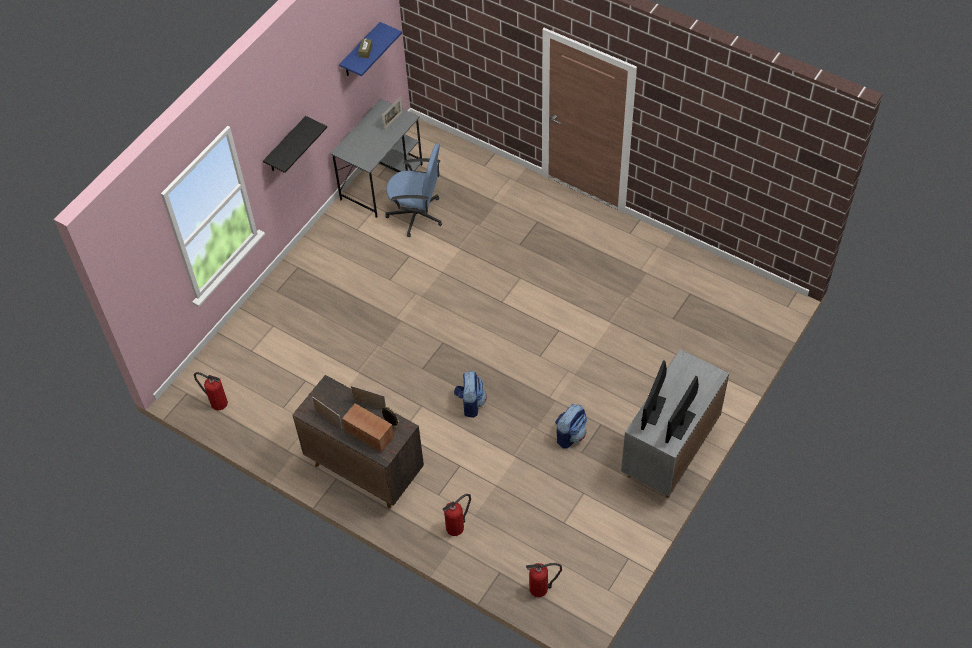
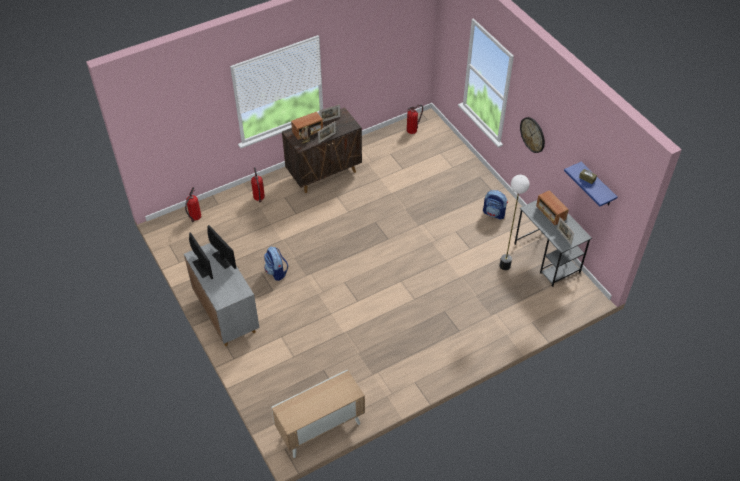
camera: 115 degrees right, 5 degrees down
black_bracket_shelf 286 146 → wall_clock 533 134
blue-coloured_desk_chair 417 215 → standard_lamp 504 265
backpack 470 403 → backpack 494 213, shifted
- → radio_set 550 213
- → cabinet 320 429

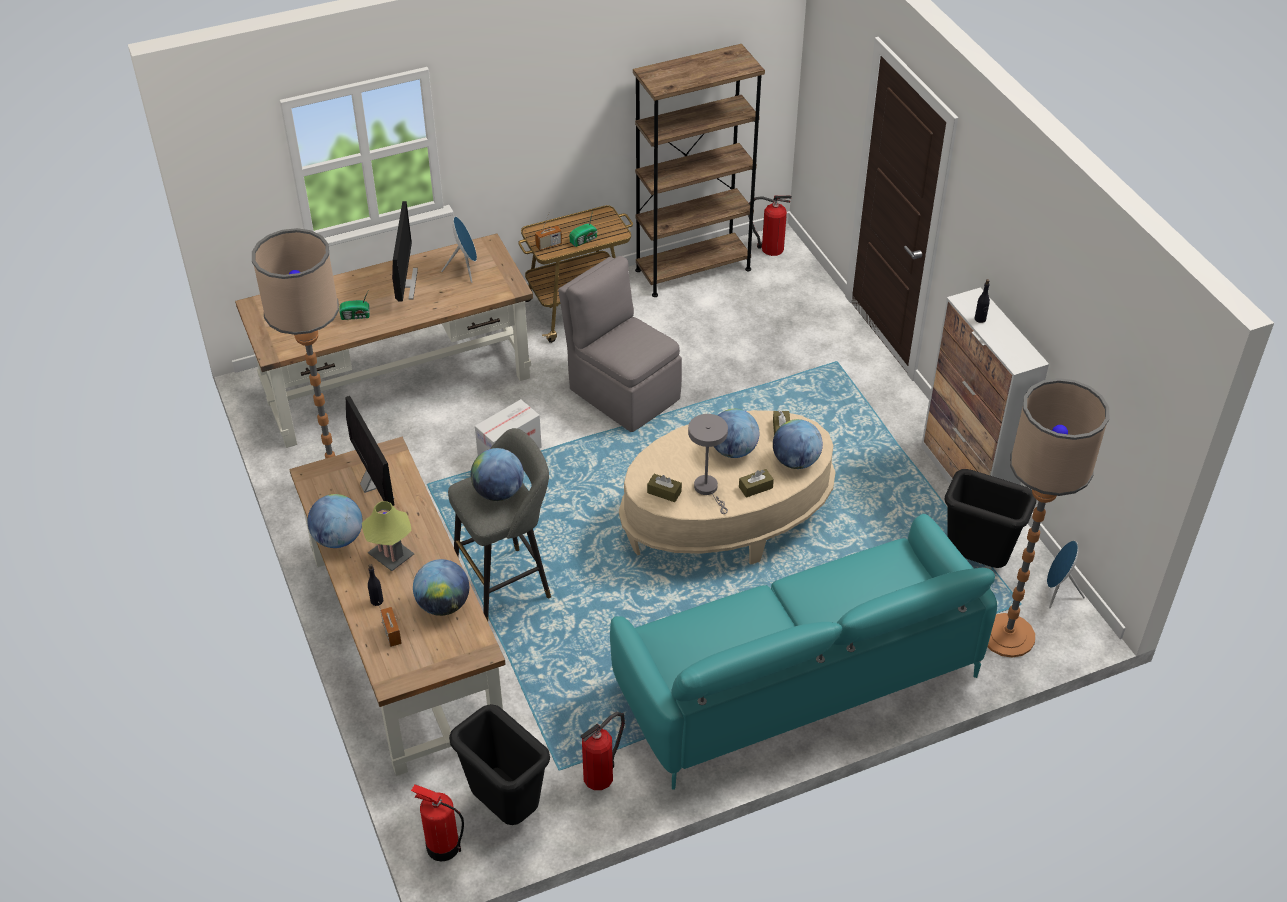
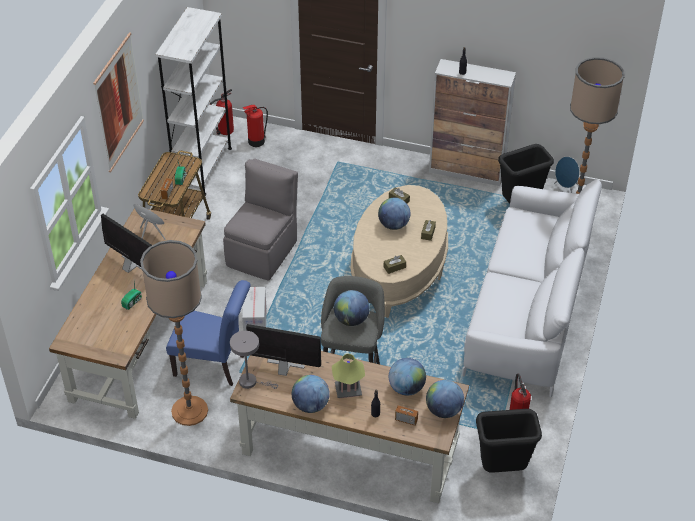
camera: 50 degrees left, 0 degrees up
brownish_shelving_unit 693 270 → white_shelving_unit 203 168
grey_chair 622 392 → grey_chair 263 252, 120 degrees clockwise
grey_lamp_for_a_table 708 489 → grey_lamp_for_a_table 251 382, shifted
world_globe 795 461 → world_globe 443 410, shifted
turquoise-coloured_couch 796 679 → white_couch 528 310
fire_extinguisher 442 846 → fire_extinguisher 256 141, shifted
- → wall_picture 118 102
- → blue-coloured_chair 214 366

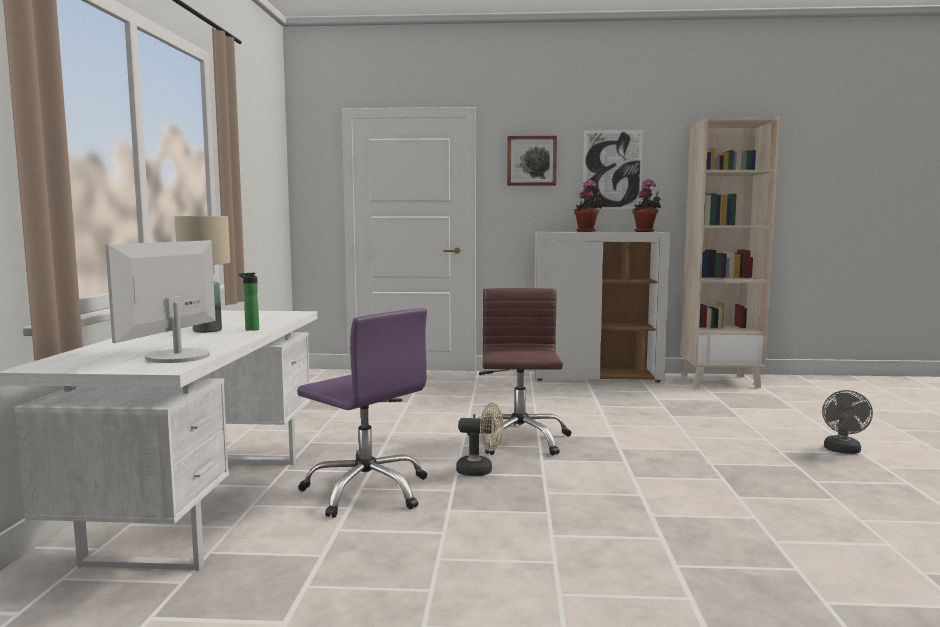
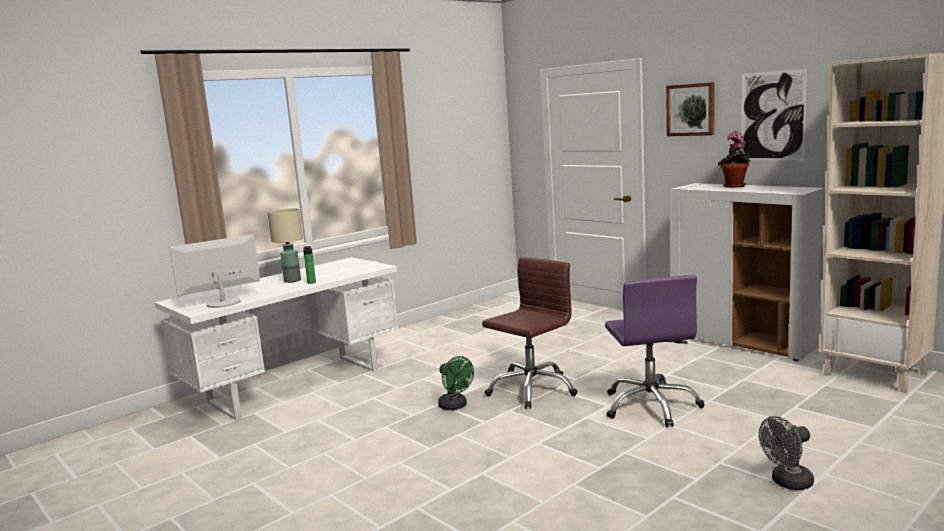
camera: 45 degrees right, 5 degrees up
potted_plant 645 231 → -
purple_desk_chair 367 491 → purple_desk_chair 651 406, shifted
beige-coloured_fan 480 471 → green-coloured_fan 455 406

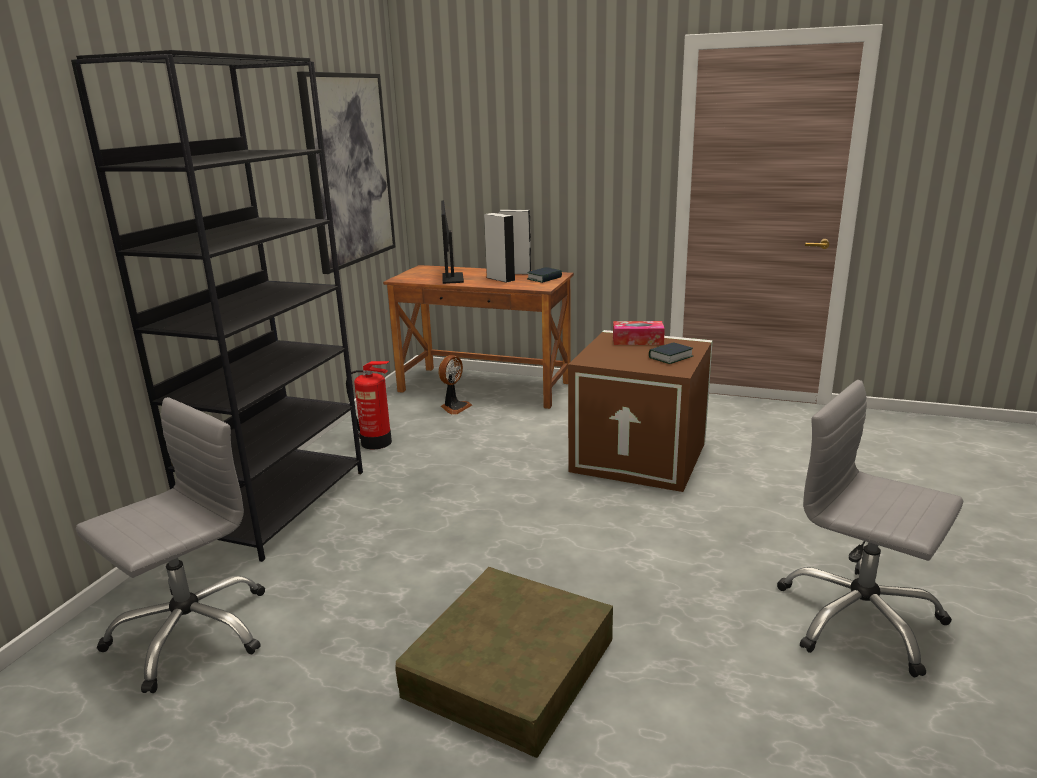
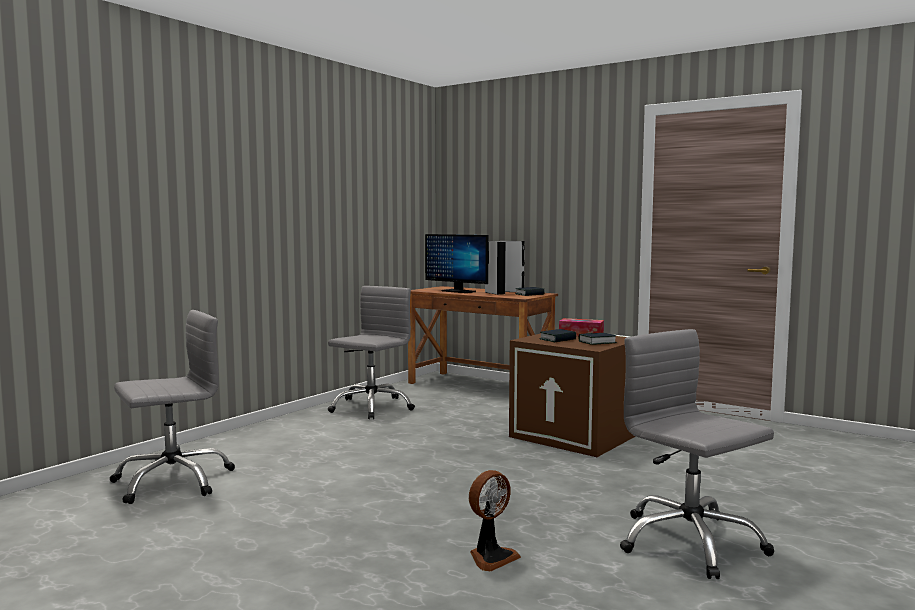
camera: 15 degrees right, 15 degrees down
black_shelving_unit 280 505 → -
wall_picture 349 170 → -
computer_display 452 278 → computer_display 458 291, 60 degrees counterclockwise
fan 454 407 → fan 491 557, shifted
fire_extinguisher 377 442 → grey_desk_chair 371 407
brownish_storage_container 510 667 → -
- → bound_book 557 339

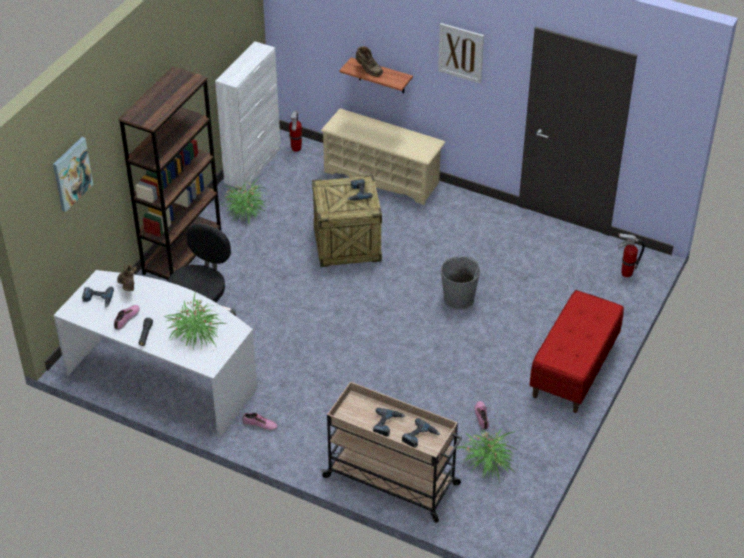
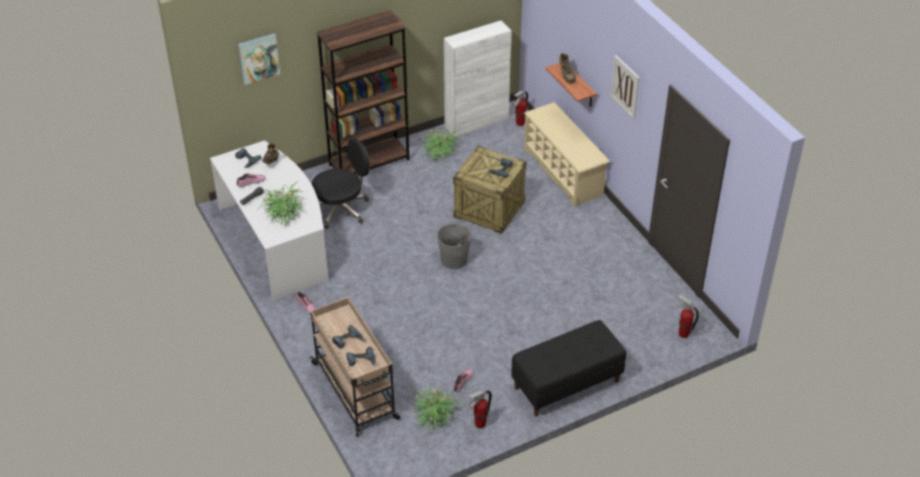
camera: 35 degrees right, 0 degrees up
grey_water_bucket 459 298 → grey_water_bucket 454 260, shifted
reddish_long_seat 574 369 → black_long_seat 566 384
- → fire_extinguisher 479 424

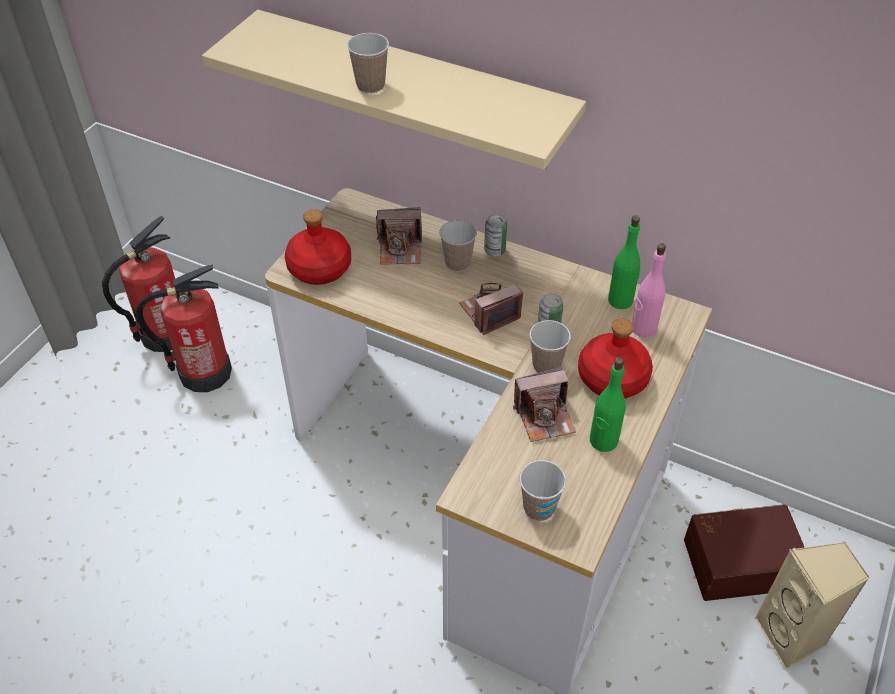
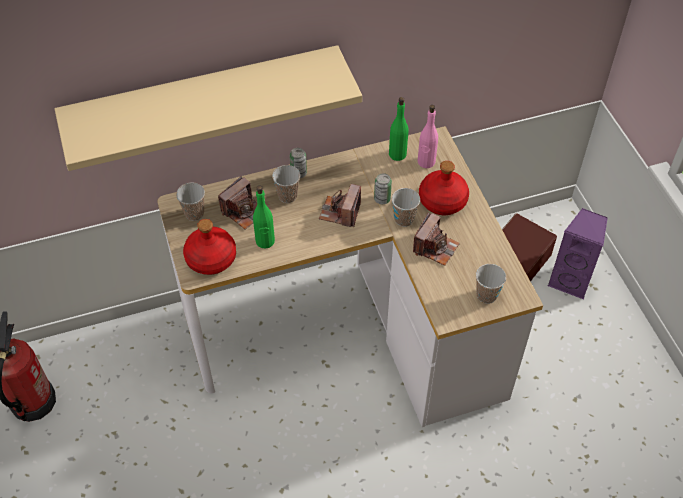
camera: 45 degrees left, 5 degrees up
cup 370 85 → cup 194 214, shifted
fire_extinguisher 204 372 → -
green-coloured_drink_bottle 603 441 → green-coloured_drink_bottle 265 241, shifted
beige-coloured_speaker 792 637 → purple_speaker 571 281

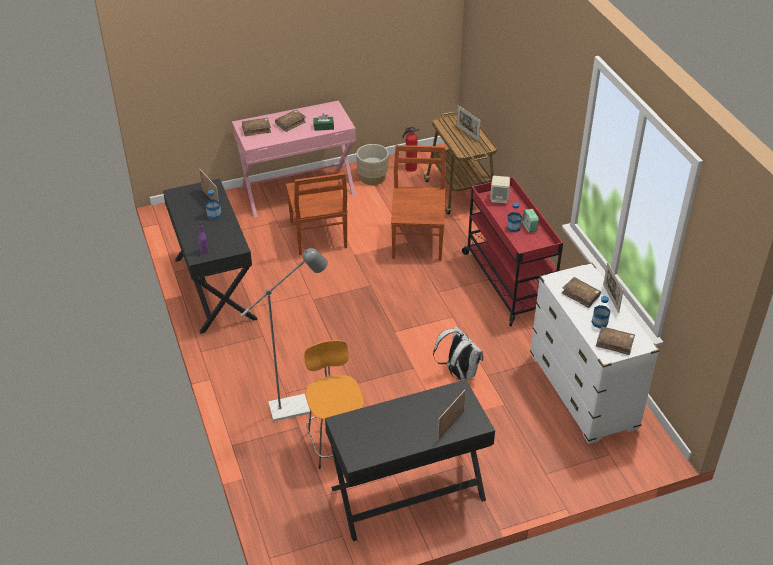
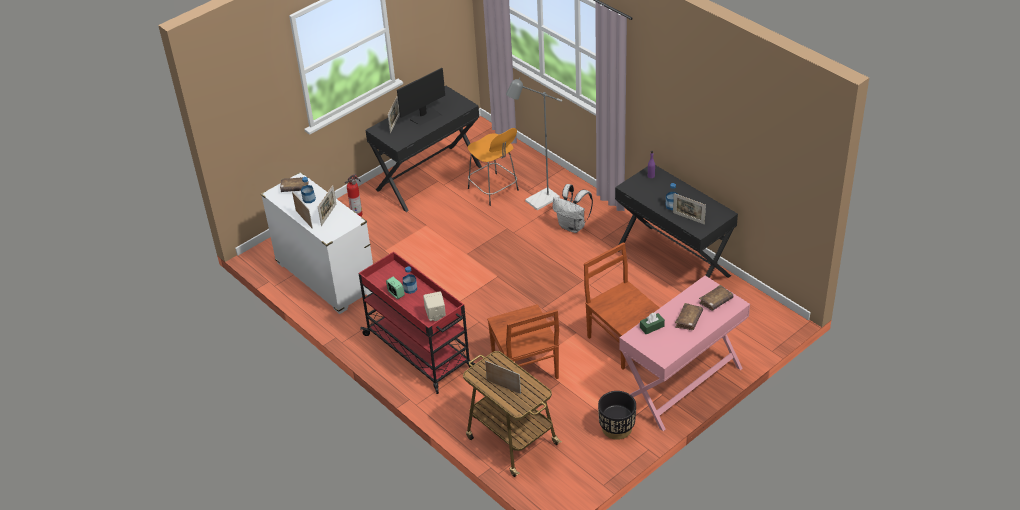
camera: 160 degrees right, 0 degrees up
fire_extinguisher 410 168 → fire_extinguisher 357 214, shifted
beige-coloured_flower_pot 372 177 → black_flower_pot 616 428
brownish_bound_book 580 295 → picture_frame 328 215
white_backpack 458 373 → white_backpack 573 226, shifted
- → computer_display 426 117

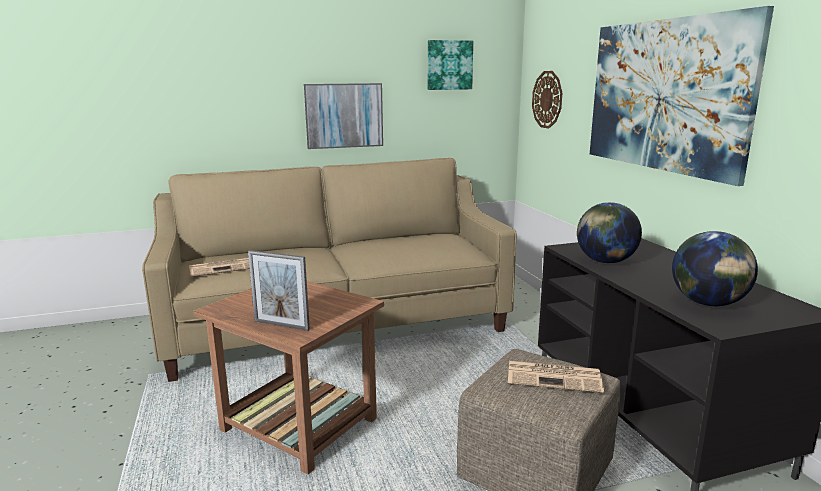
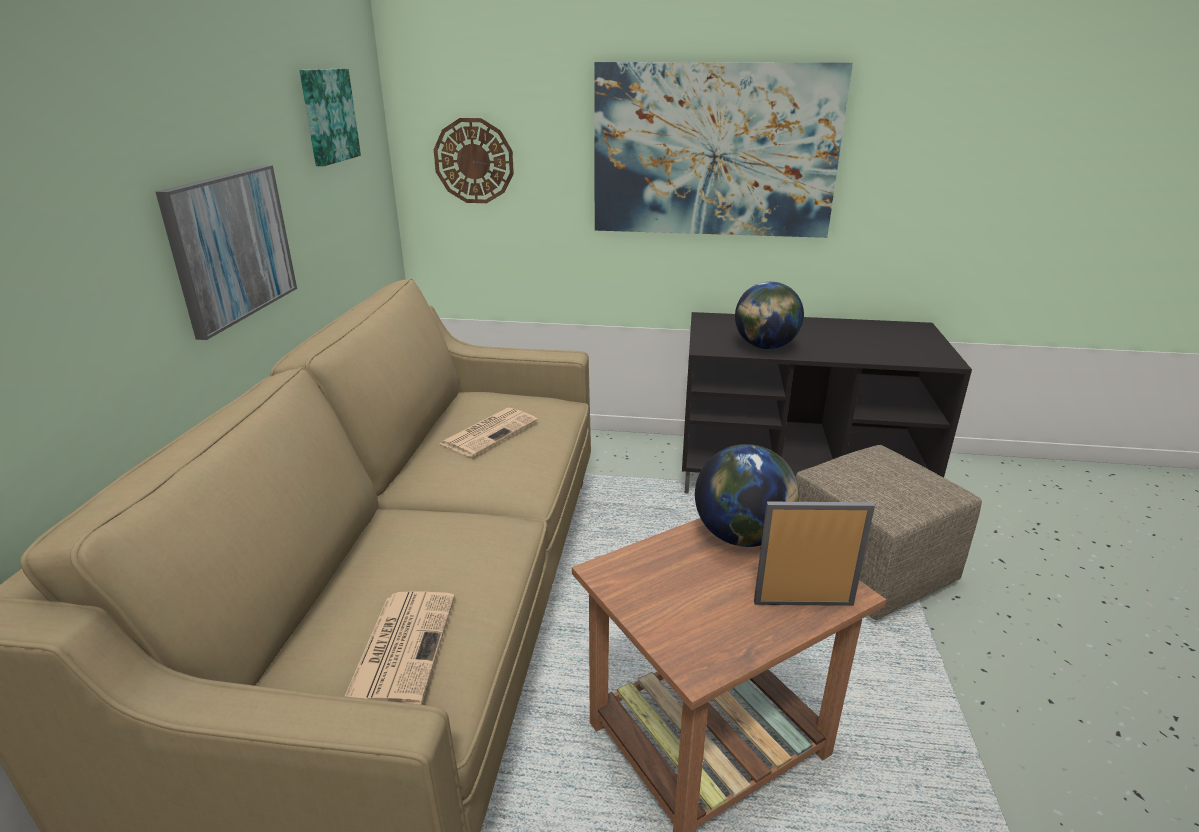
camera: 65 degrees left, 10 degrees up
world_globe 708 303 → world_globe 742 536, shifted
picture_frame 281 325 → picture_frame 803 603, 135 degrees counterclockwise
newspaper 555 377 → newspaper 490 432, shifted

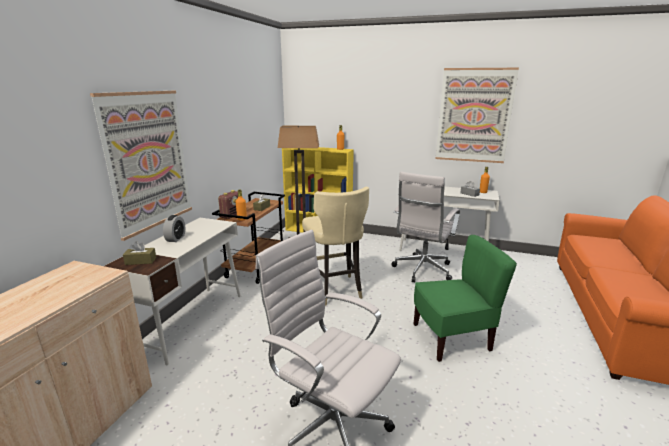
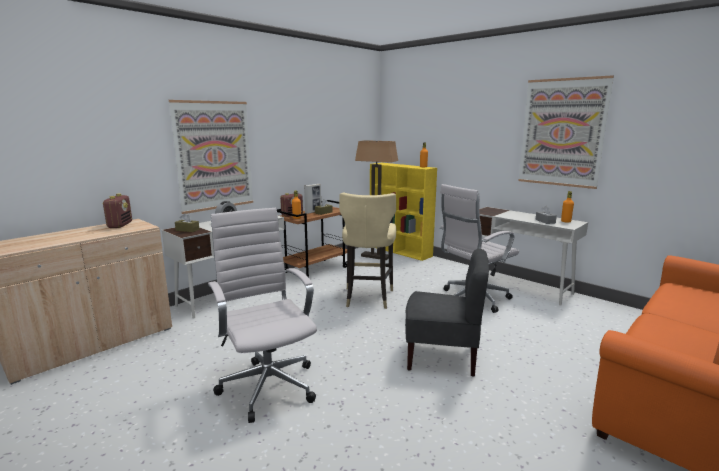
camera: 25 degrees right, 5 degrees down
green-coloured_chair 452 338 → grey_chair 442 357
- → picture_frame 313 212
- → radio_set 120 225

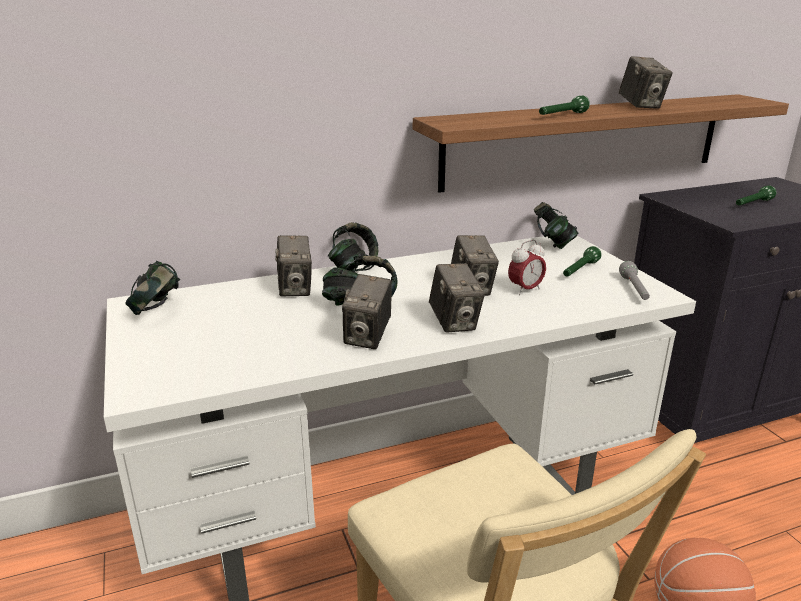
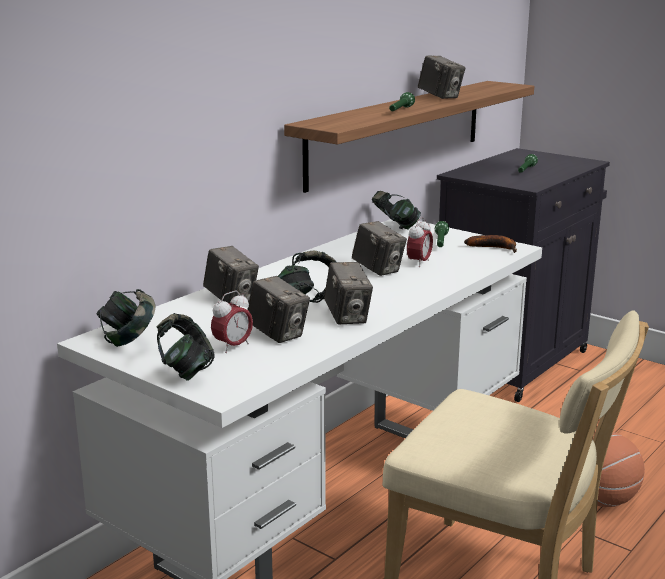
camera: 30 degrees left, 5 degrees down
pair_of_headphones 353 269 → pair_of_headphones 186 371, shifted
grey_flashlight 634 290 → banana 495 248
photo_camera 454 323 → photo_camera 278 334, shifted
- → alarm_clock 233 347

